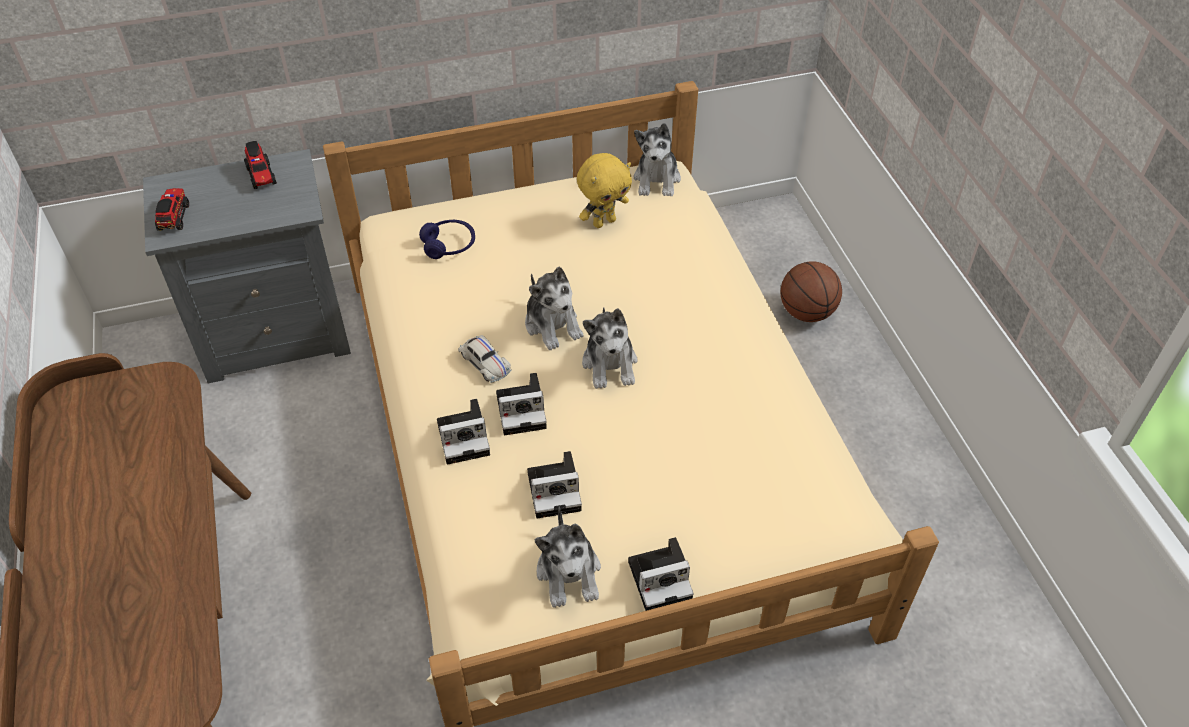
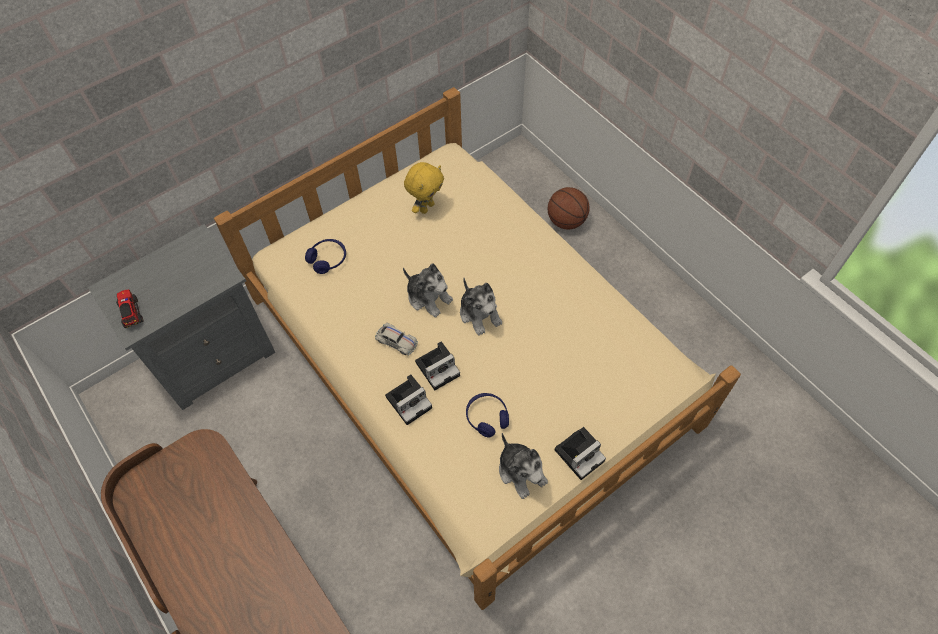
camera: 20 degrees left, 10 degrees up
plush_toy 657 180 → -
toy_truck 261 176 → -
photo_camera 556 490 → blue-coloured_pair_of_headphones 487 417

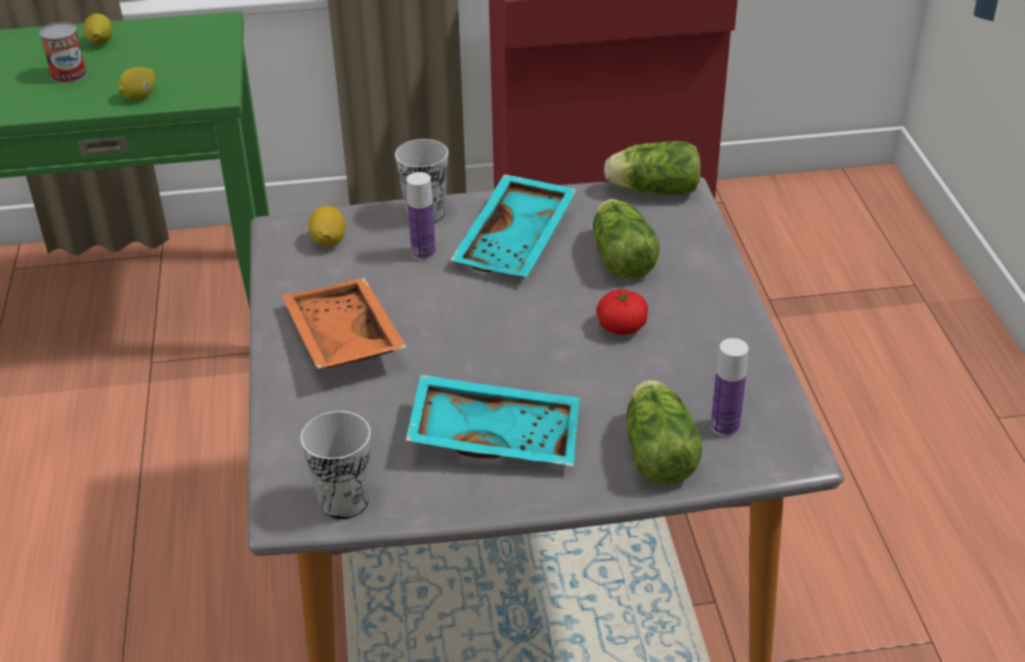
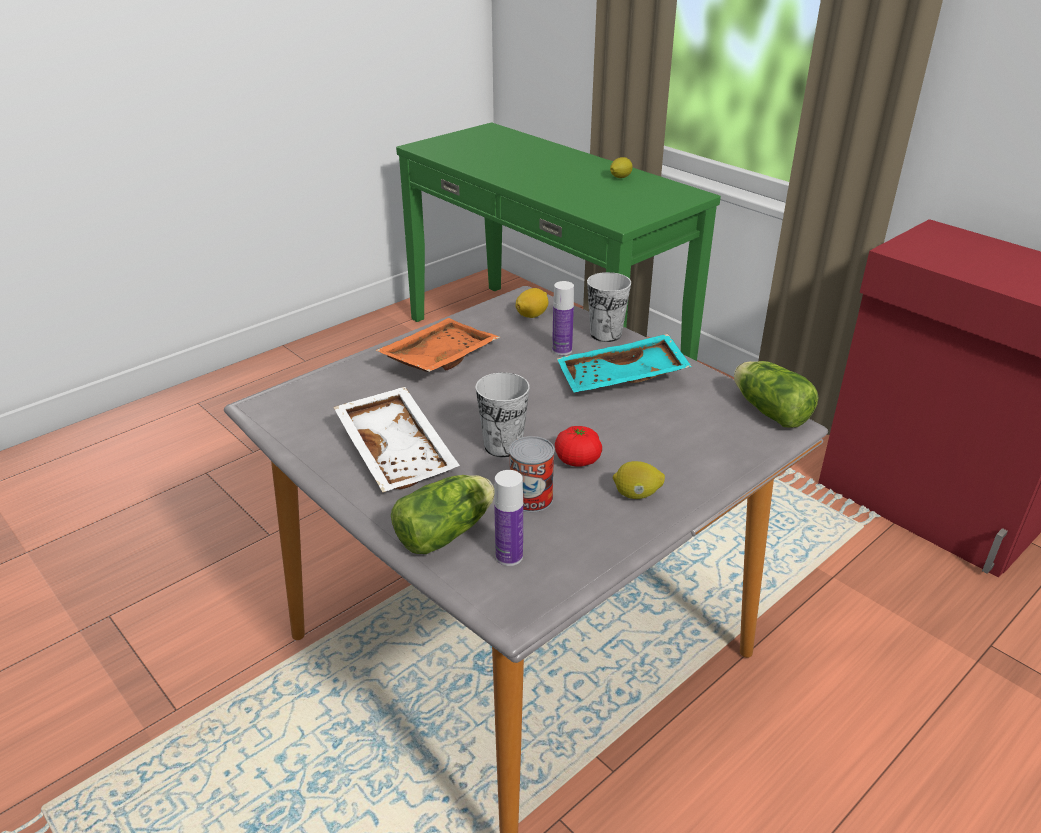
camera: 55 degrees right, 5 degrees down
sealed_can 68 75 → sealed_can 531 498, shifted
whole_lemon 140 96 → whole_lemon 636 495, shifted
lettuce 620 256 → -
turquoise-coloured_carrying_tray 495 435 → white_carrying_tray 399 452
cup 344 501 → cup 503 446, shifted

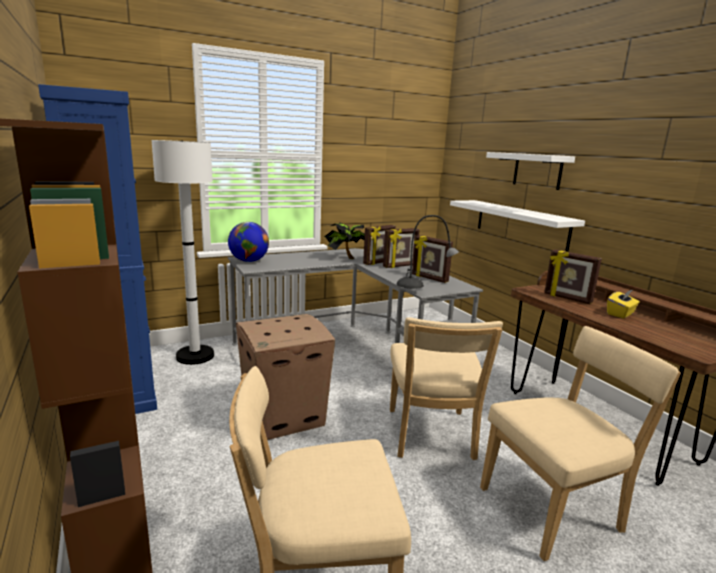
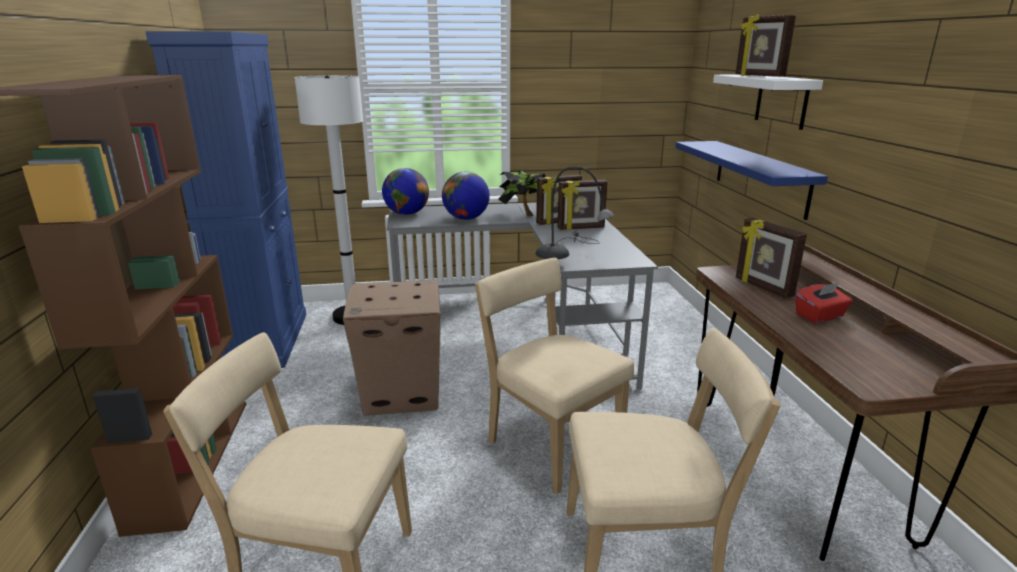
camera: 20 degrees right, 5 degrees up
white_bracket_shelf 520 224 → blue-coloured_bracket_shelf 760 176
picture_frame 429 278 → picture_frame 758 76, shifted
yellowish_tissue_holder 620 314 → reddish_tissue_holder 820 316
beige-coloured_chair 431 437 → beige-coloured_chair 550 443, 120 degrees clockwise
- → world_globe 466 218

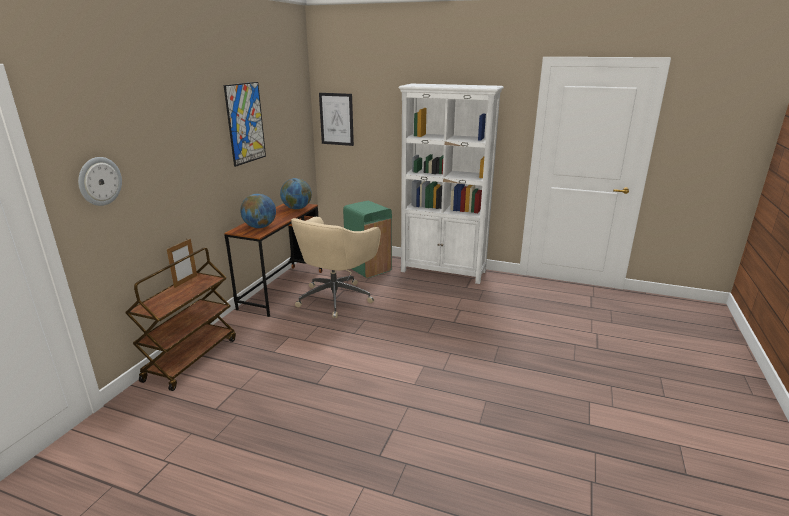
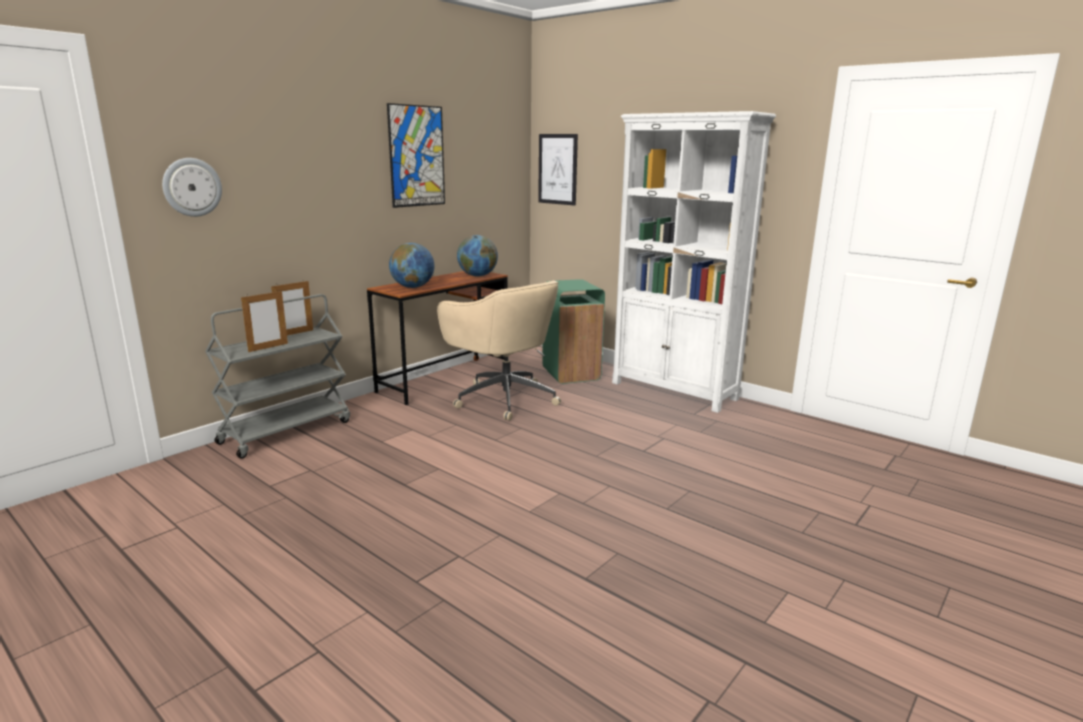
camera: 20 degrees right, 5 degrees down
beige-coloured_desk_chair 336 298 → beige-coloured_desk_chair 504 398, 90 degrees counterclockwise
brownish_cart 191 359 → grey_cart 286 431
- → picture_frame 268 347

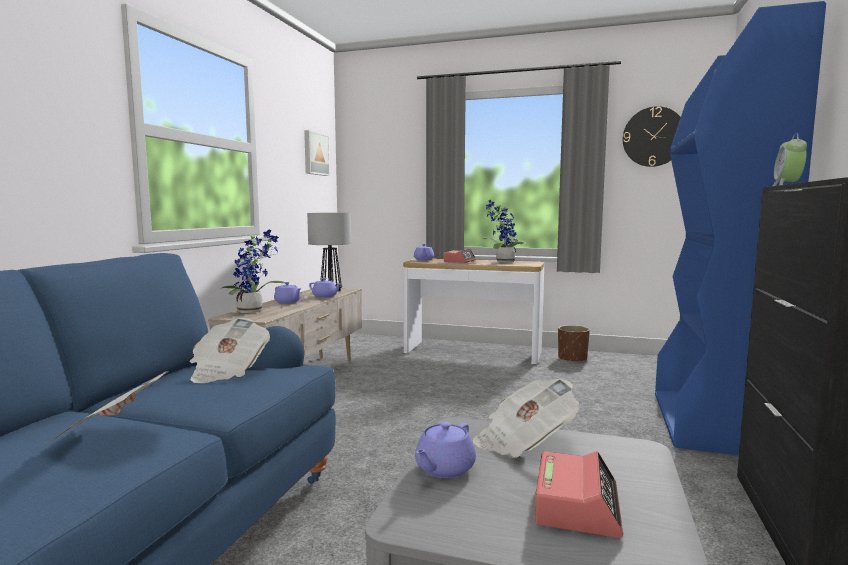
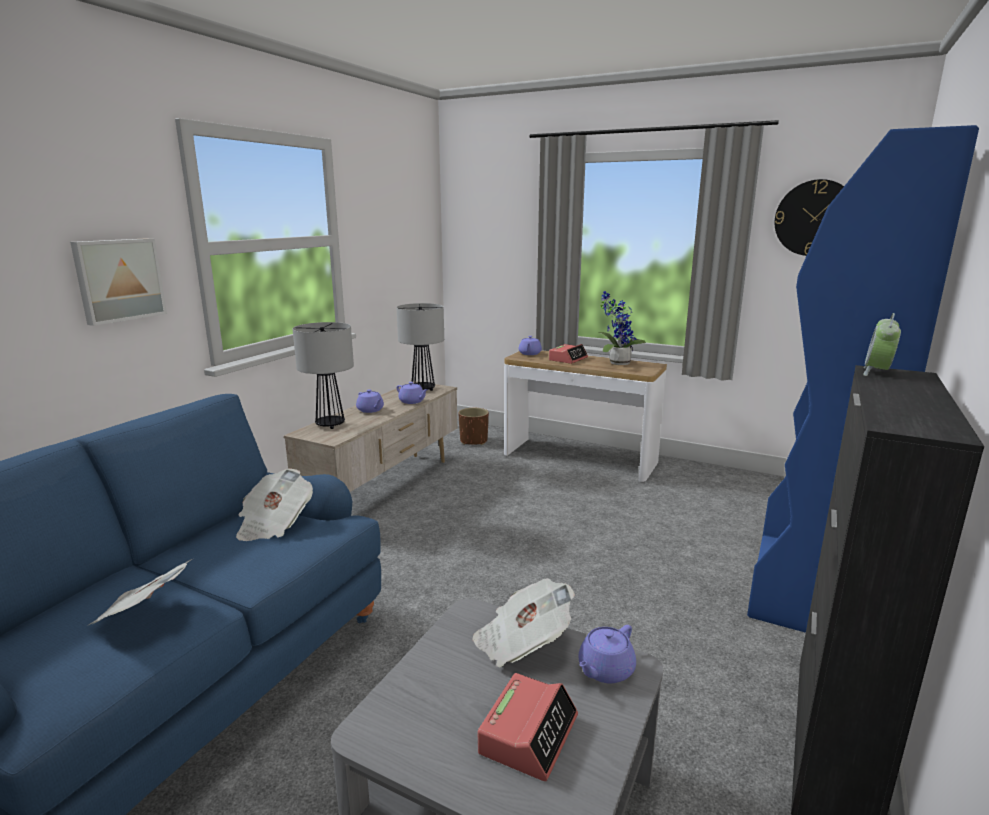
camera: 10 degrees right, 10 degrees up
wall_picture 315 154 → wall_picture 118 280, shifted
potted_plant 253 311 → lamp_for_a_table 330 425
brownish_flower_pot 572 358 → brownish_flower_pot 474 441, shifted
purple_tea_pot 444 469 → purple_tea_pot 605 670, shifted

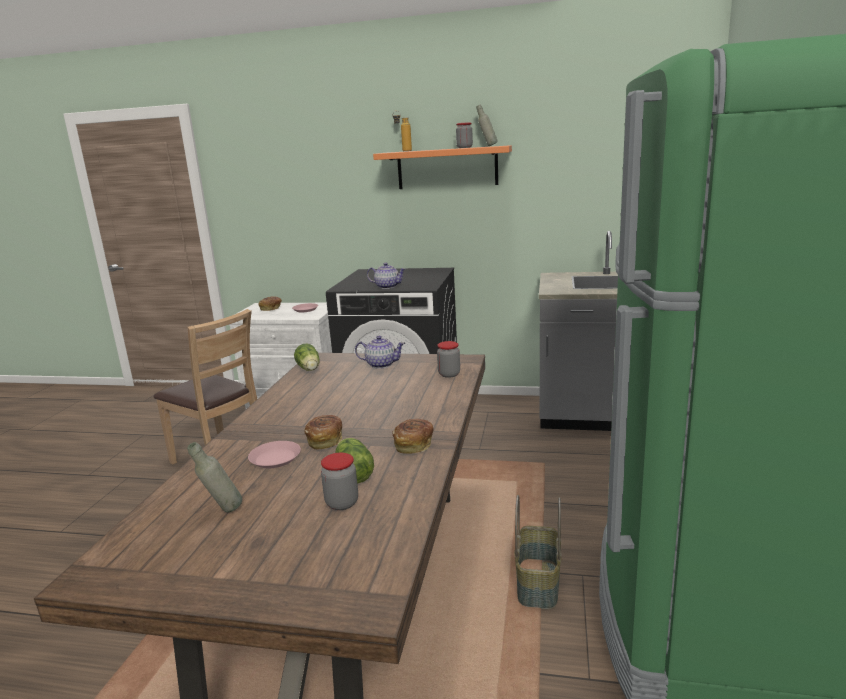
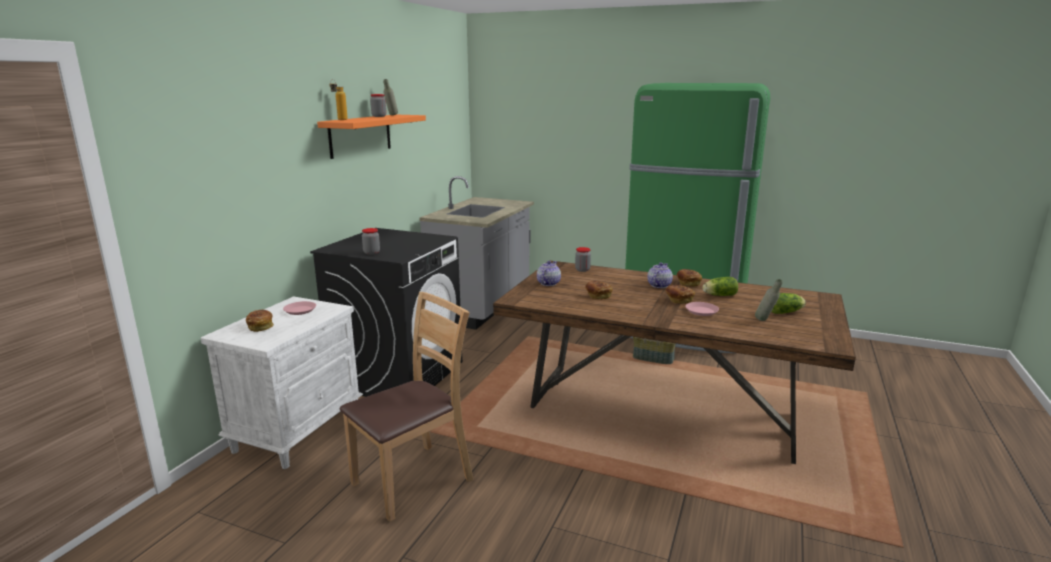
camera: 80 degrees left, 0 degrees up
tea_pot 387 287 → tea_pot 658 285, shifted
lettuce 309 369 → lettuce 786 312, shifted
storage_jar 342 503 → storage_jar 371 253, shifted
- → bakery_bread 598 296

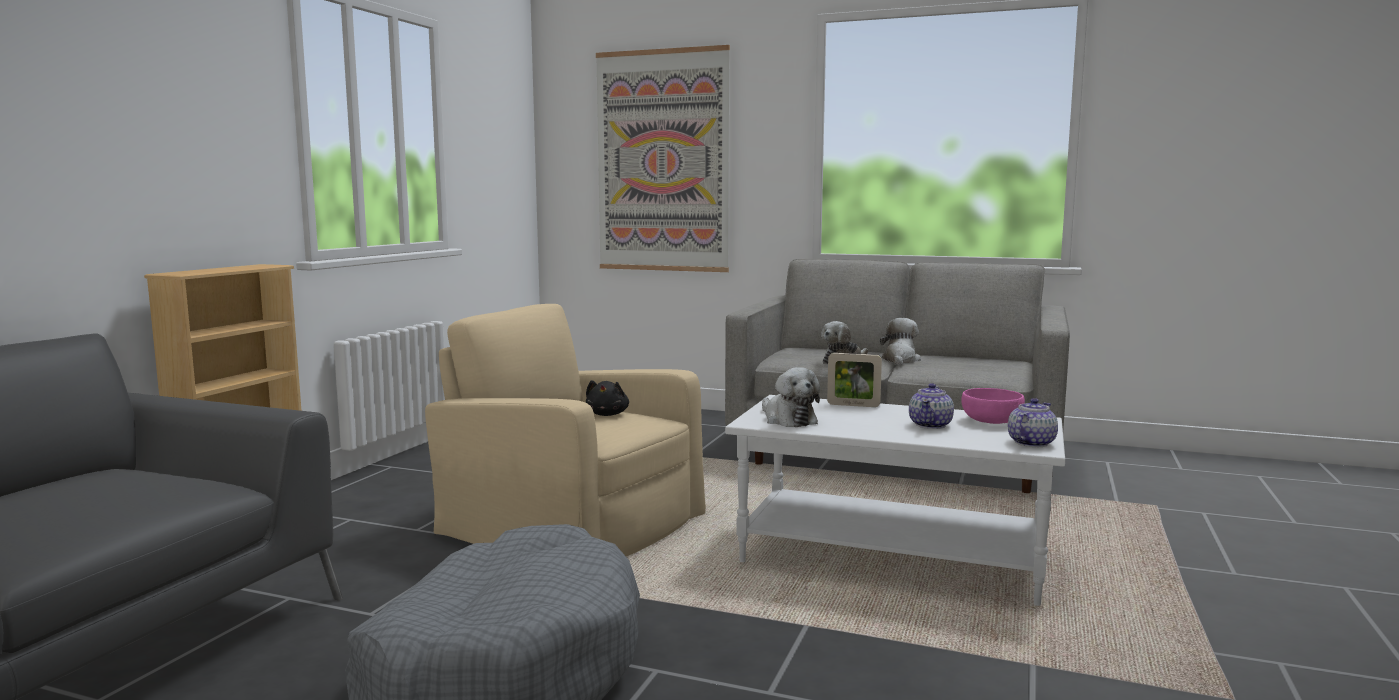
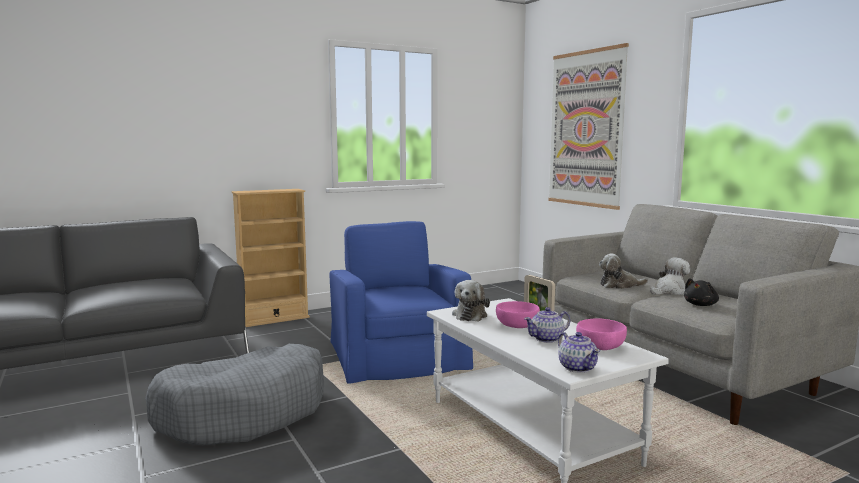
camera: 40 degrees right, 0 degrees up
beige-coloured_easy_chair 570 522 → blue-coloured_easy_chair 397 354
black_plush_toy 607 414 → black_plush_toy 701 305, shifted
tea_pot 1030 443 → tea_pot 577 367, 75 degrees clockwise
- → pinkish_deep_dish 517 326

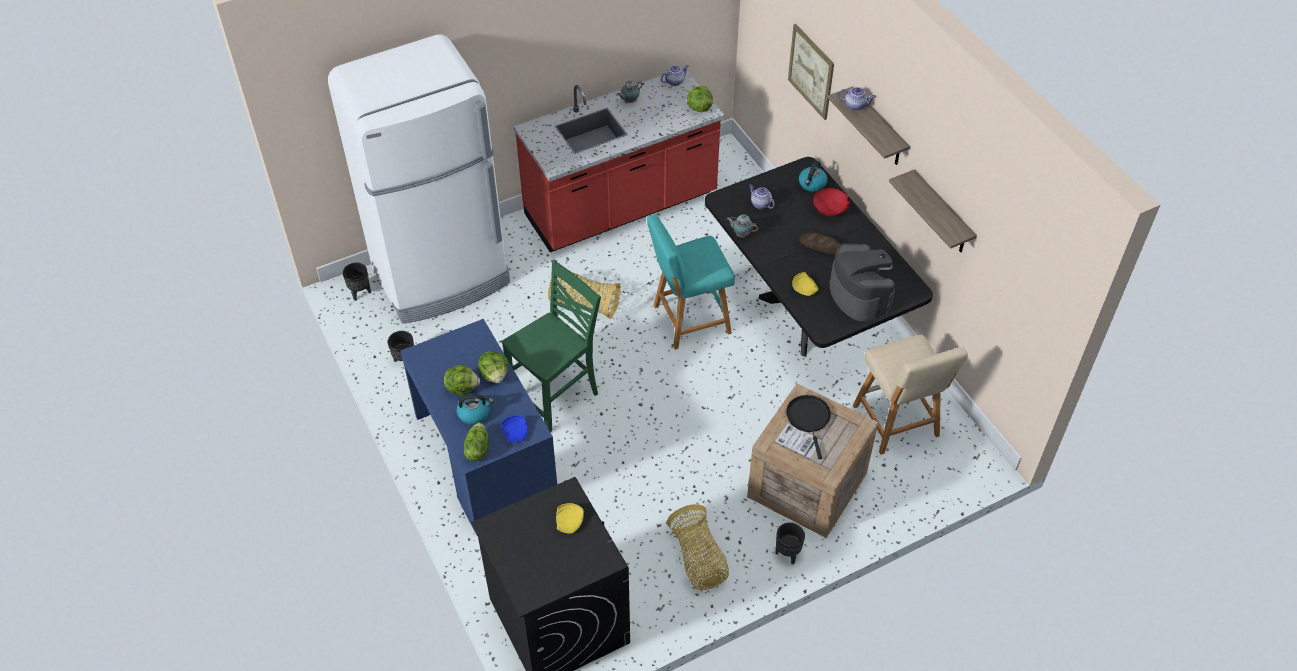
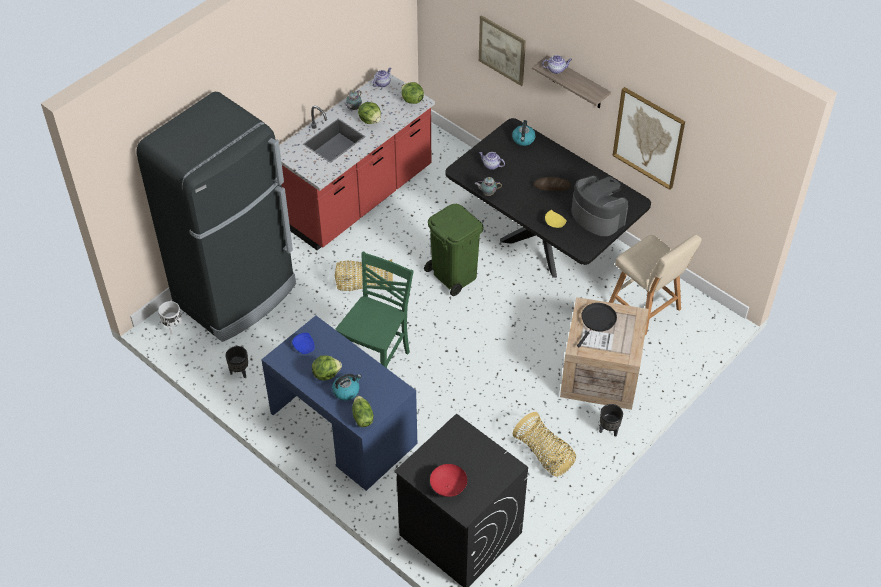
camera: 20 degrees left, 0 degrees up
white_fridge 442 277 → black_fridge 236 294
bracket_shelf 941 214 → wall_picture 648 138
reddish_deep_dish 829 210 → reddish_deep_dish 448 486, shifted
turquoise-coloured_sitting_stool 688 320 → green-coloured_trash_can 453 274
black_flower_pot 360 293 → white_flower_pot 173 327
lettuce 495 375 → lettuce 370 120, shifted
black_skillet 809 419 → black_skillet 597 321, 60 degrees clockwise
blue-coloured_flat_dish 516 433 → blue-coloured_flat_dish 304 346, shifted
yellowish_flat_dish 569 522 → -

